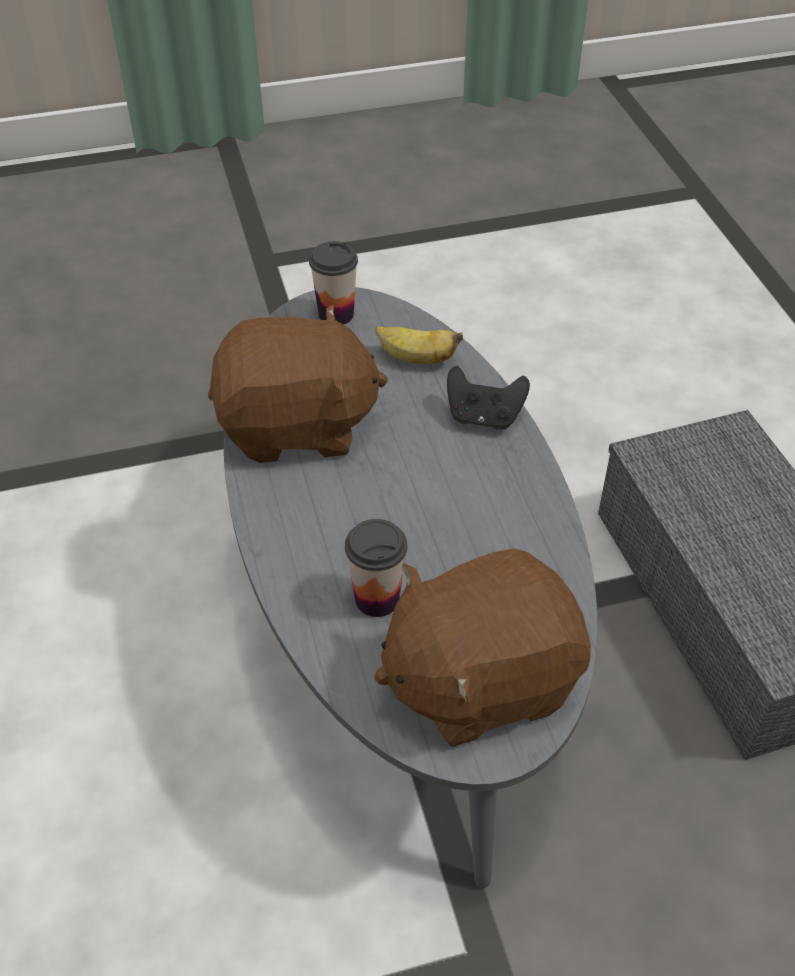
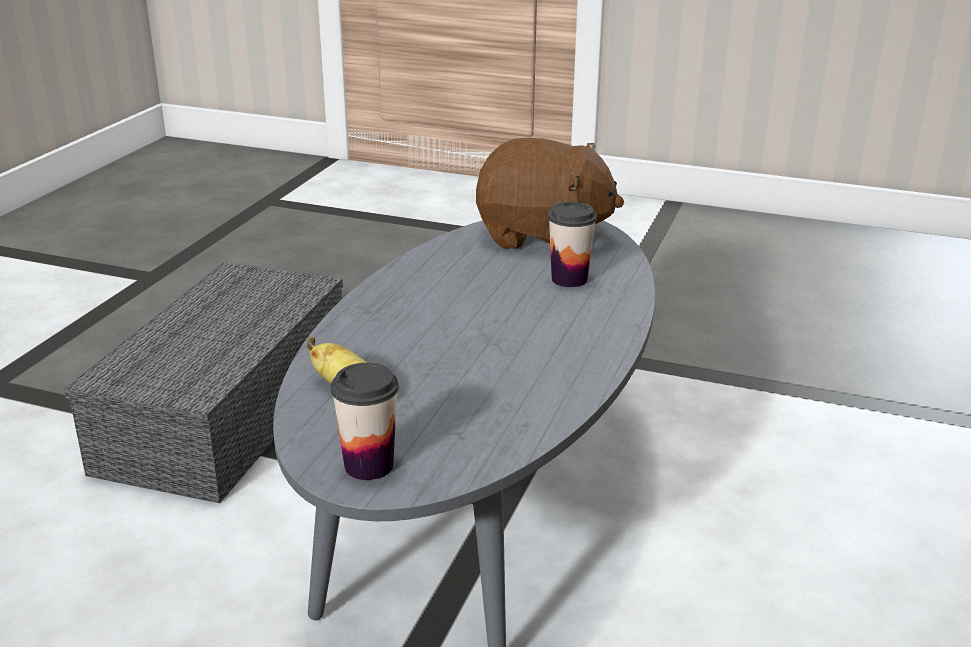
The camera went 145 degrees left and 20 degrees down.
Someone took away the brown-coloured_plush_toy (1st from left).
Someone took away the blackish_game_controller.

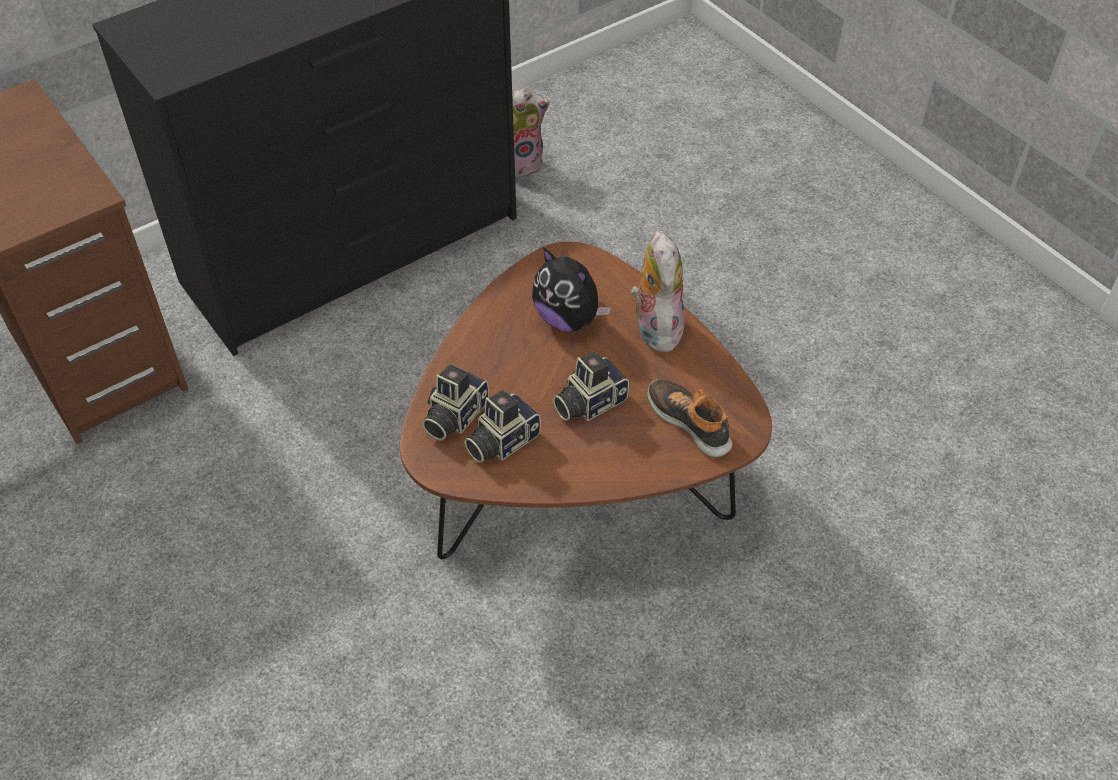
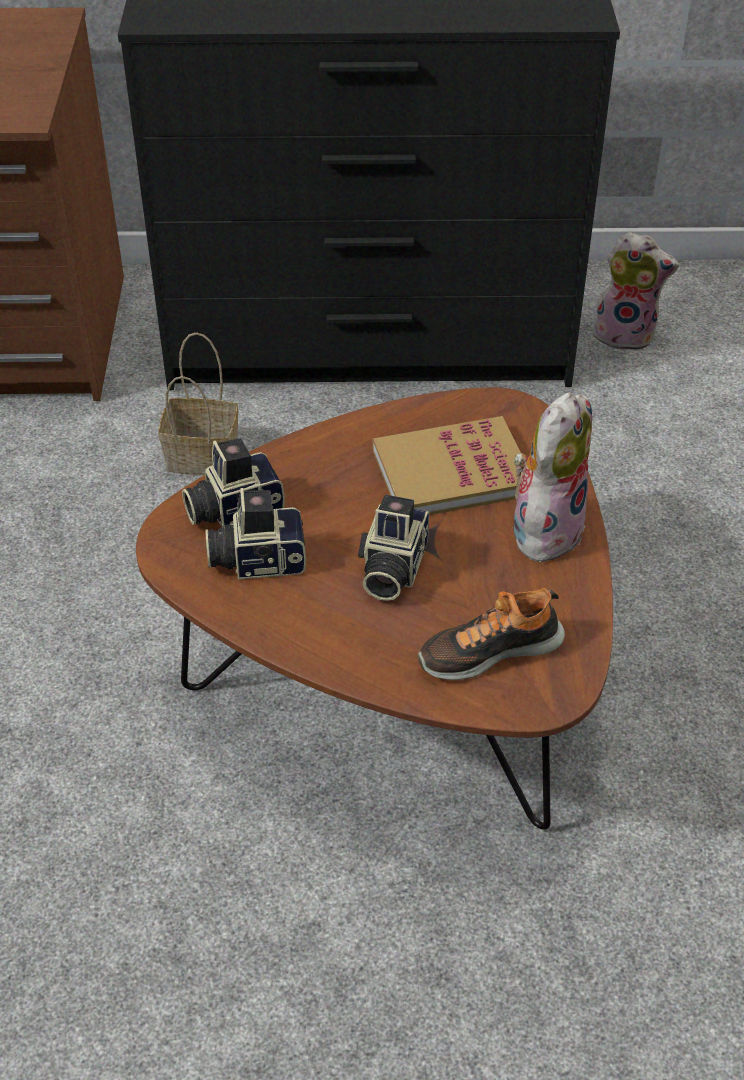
The camera went 35 degrees right and 5 degrees down.
Someone swapped the plush_toy (2nd from left) for the volume.
Someone rotated the photo_camera (3rd from left) by 75 degrees counterclockwise.
Someone rotated the shoe by 105 degrees counterclockwise.
Someone put down the household_basket.

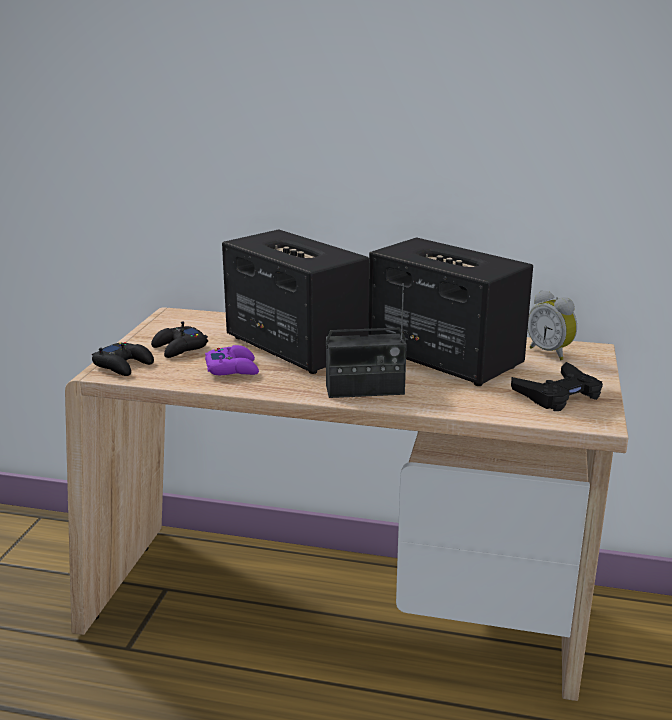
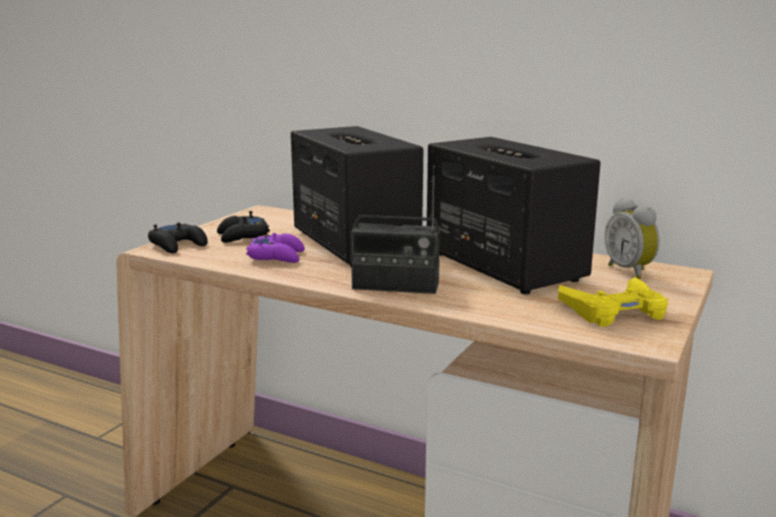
The camera went 15 degrees right and 5 degrees down.
Someone repainted the blackish_game_controller (3rd from left), which became the yellowish_game_controller.

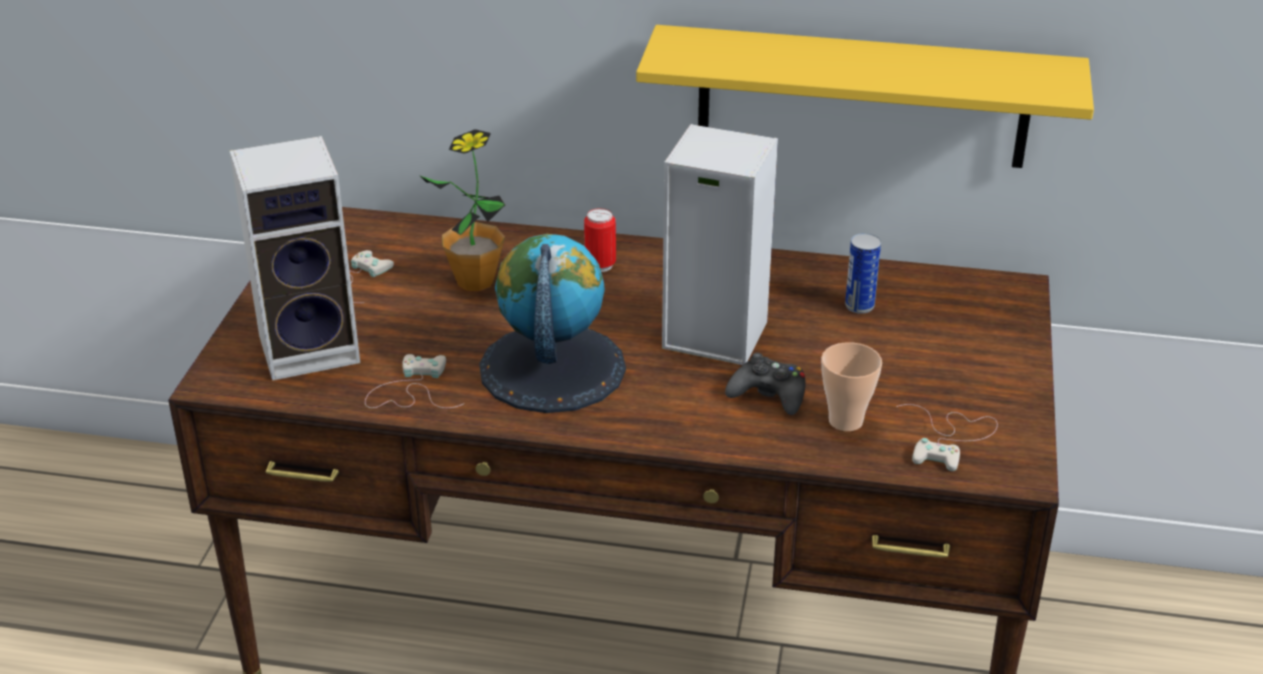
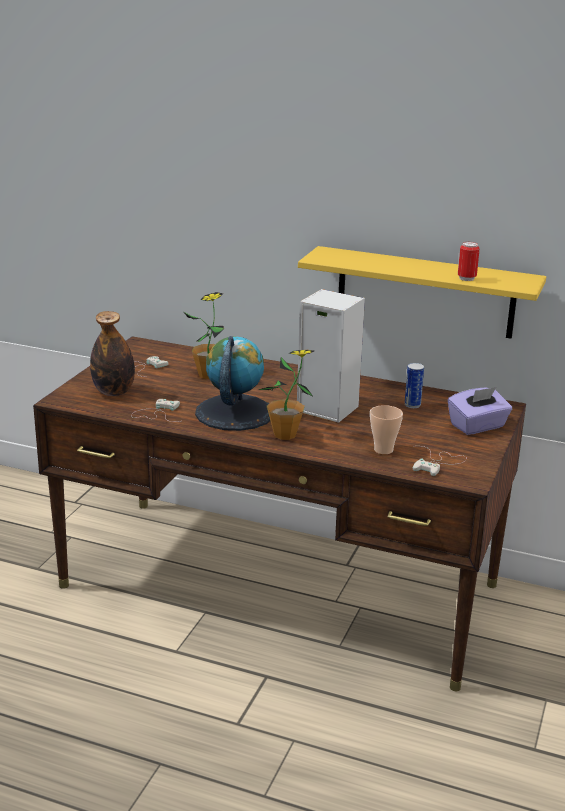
The camera went 10 degrees right and 10 degrees down.
Someone swapped the speaker (1st from left) for the bottle.
Someone carried the sealed_can (1st from left in the first image).
Someone took away the blackish_game_controller.
Someone put down the houseplant (2nd from left).
Someone put down the purplish_tissue_holder.

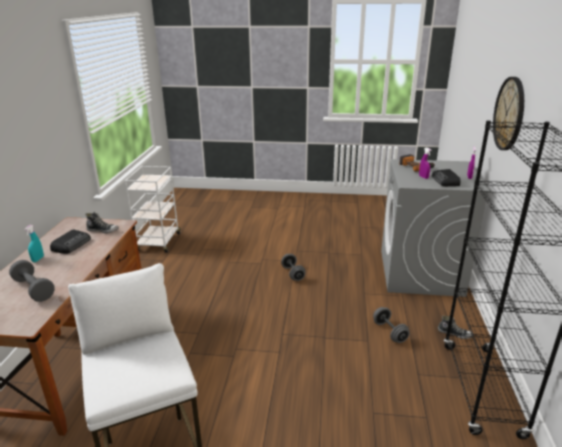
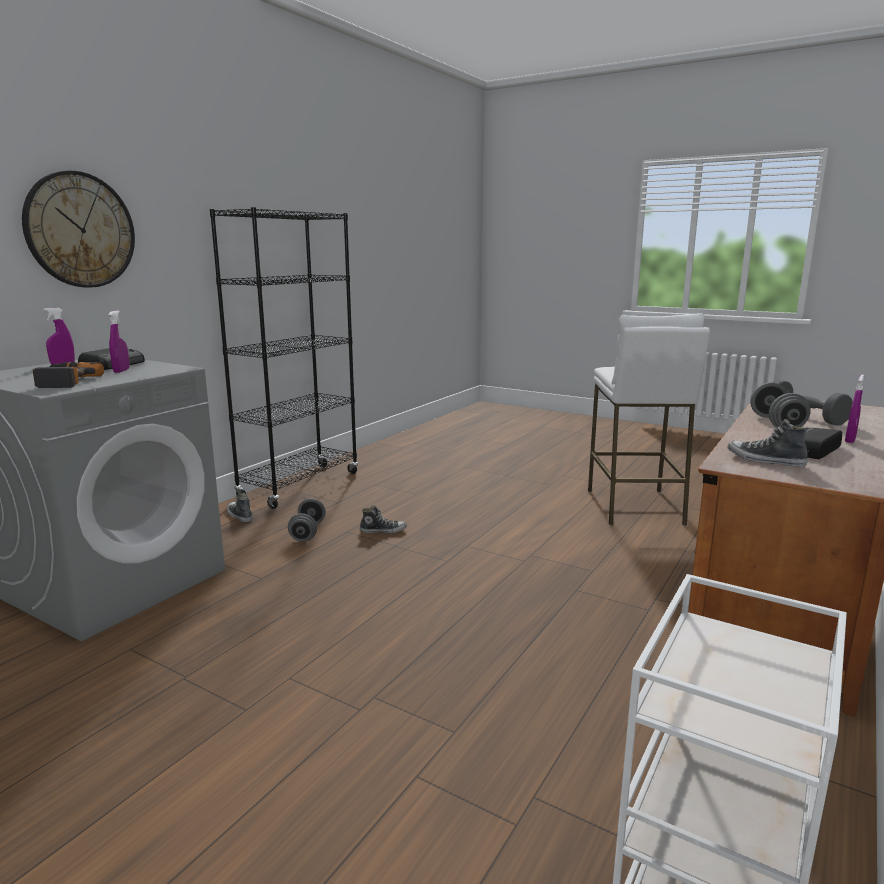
The camera went 155 degrees left and 10 degrees down.
Someone repainted the turquoise_hand_sprayer, which became the purplish_hand_sprayer (3rd from left).
Someone carried the greyish_free_weight (2nd from left).
Someone put down the shoe (2nd from left).

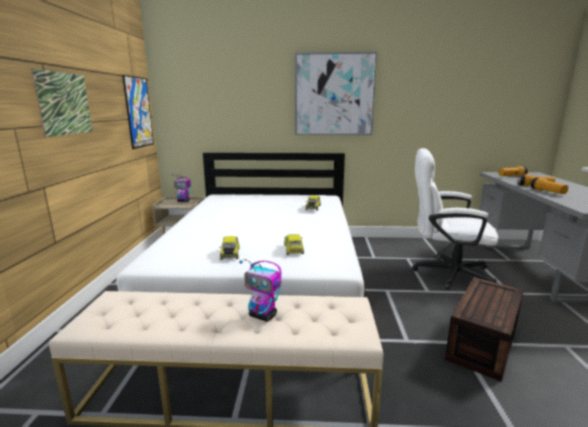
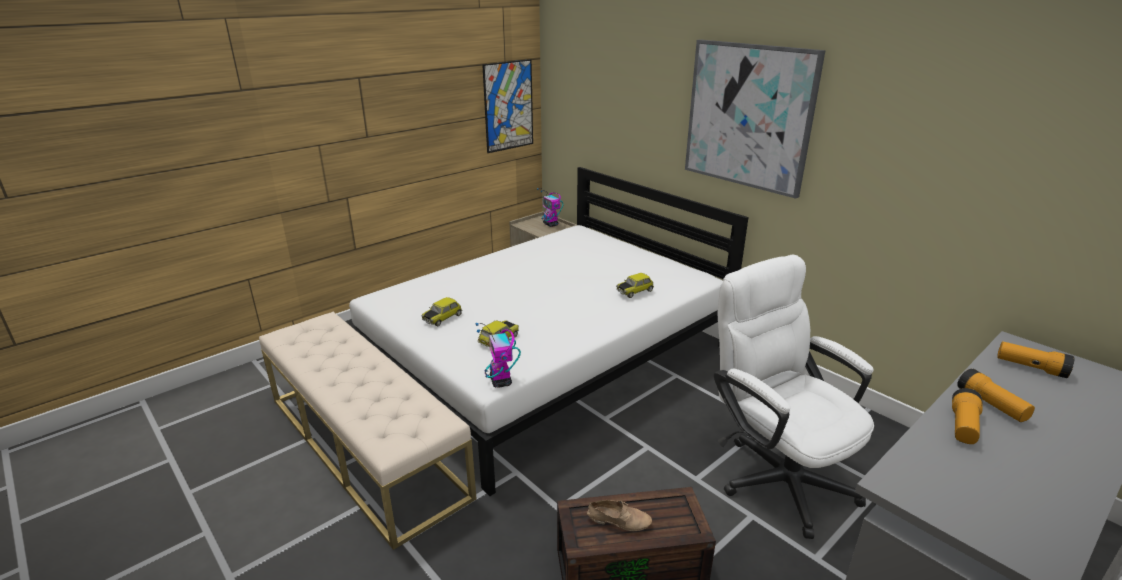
The camera went 45 degrees right and 10 degrees up.
Someone took away the picture (1st from left).
Someone carried the model_robot (2nd from left in the first image).
Someone put down the beige_shoe.

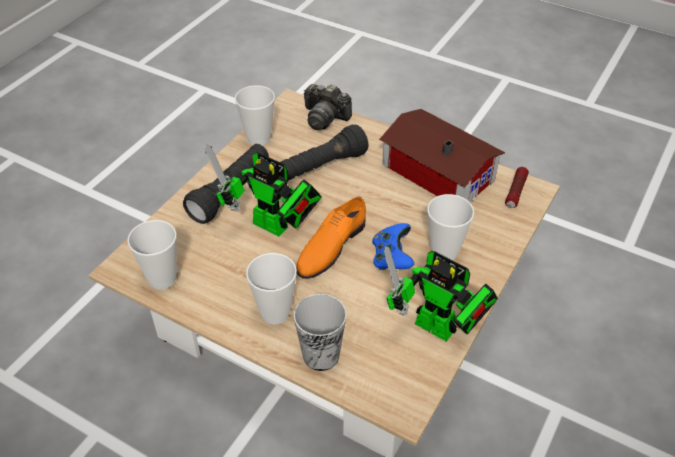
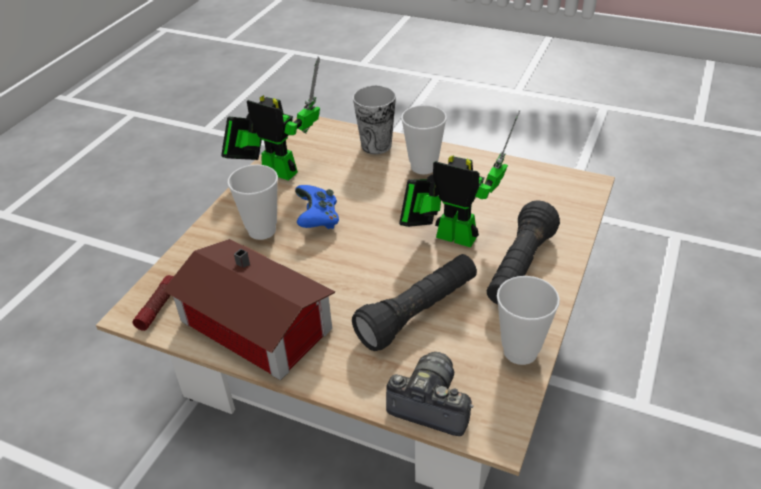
The camera went 175 degrees right and 5 degrees down.
Someone took away the drinking_cup (1st from left).
Someone took away the orange_shoe.

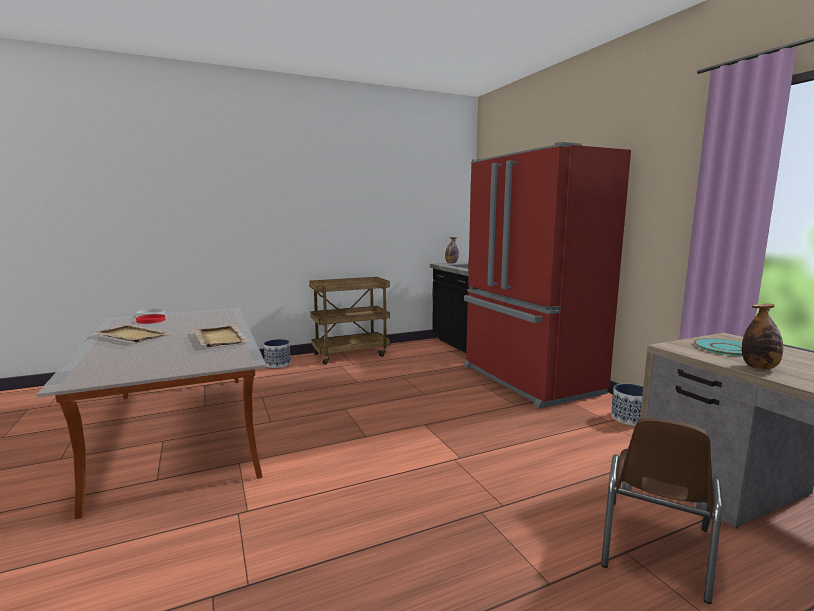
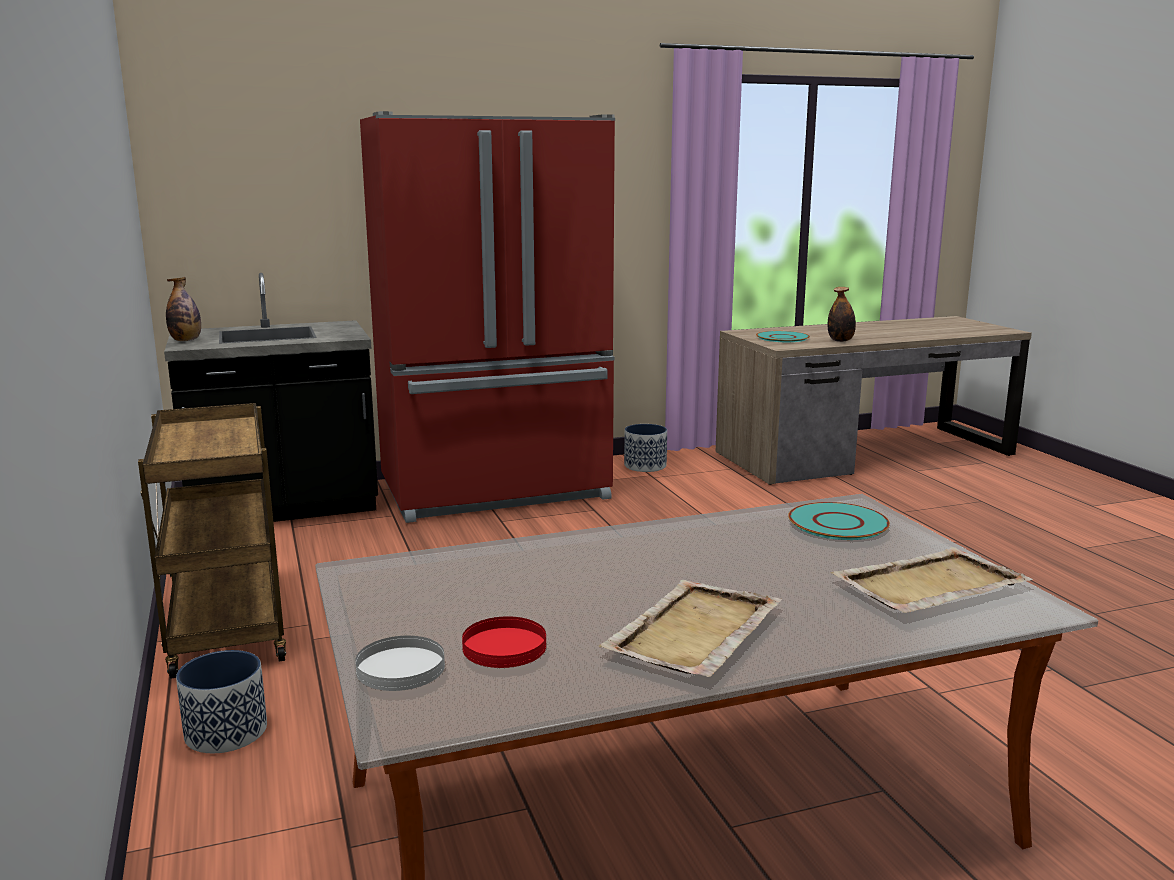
The camera went 85 degrees left and 5 degrees up.
Someone carried the beige_serving_tray (2nd from left).
Someone took away the brown-coloured_plain_chair.
Someone put down the turquoise_dinner_plate (2nd from left).

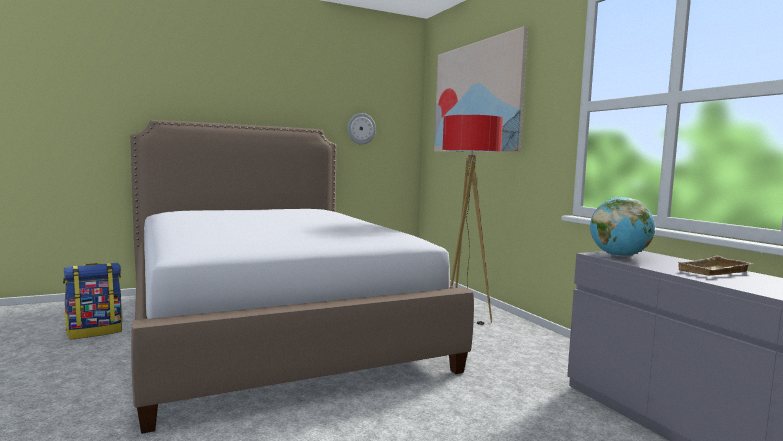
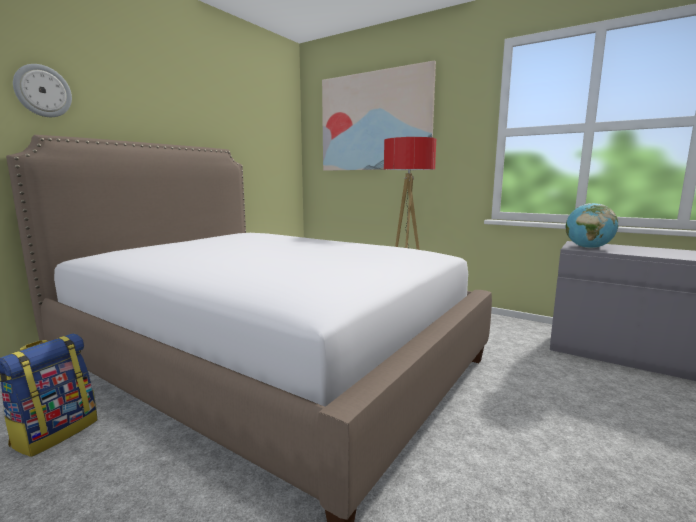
The camera went 30 degrees left and 5 degrees up.
Someone carried the clock_on_the_wall.
Someone took away the beige_serving_tray.

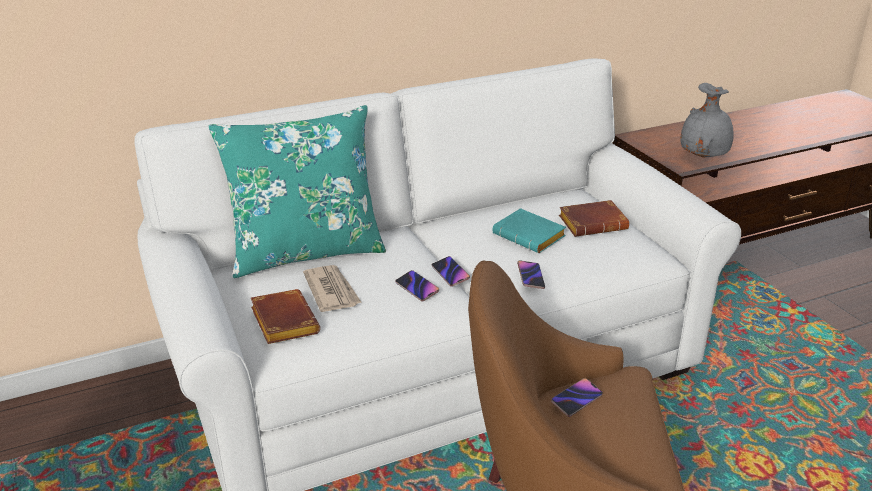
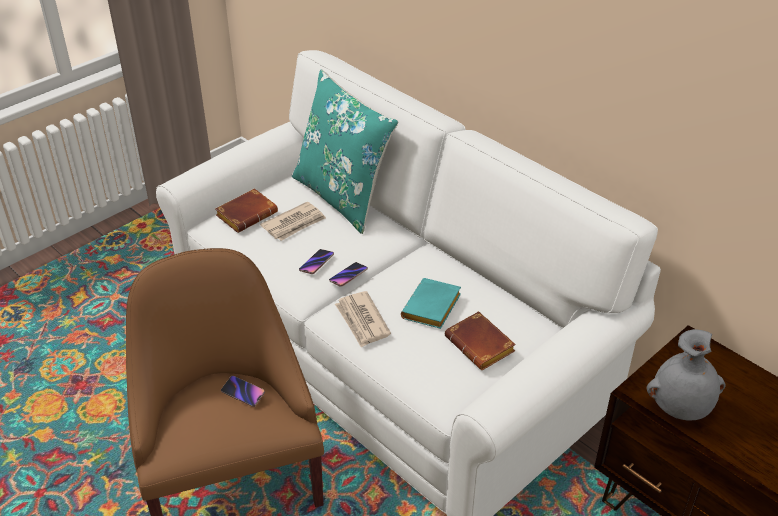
The camera went 70 degrees right and 10 degrees up.
Someone swapped the handset (3rd from left) for the printed_paper (2nd from left).

